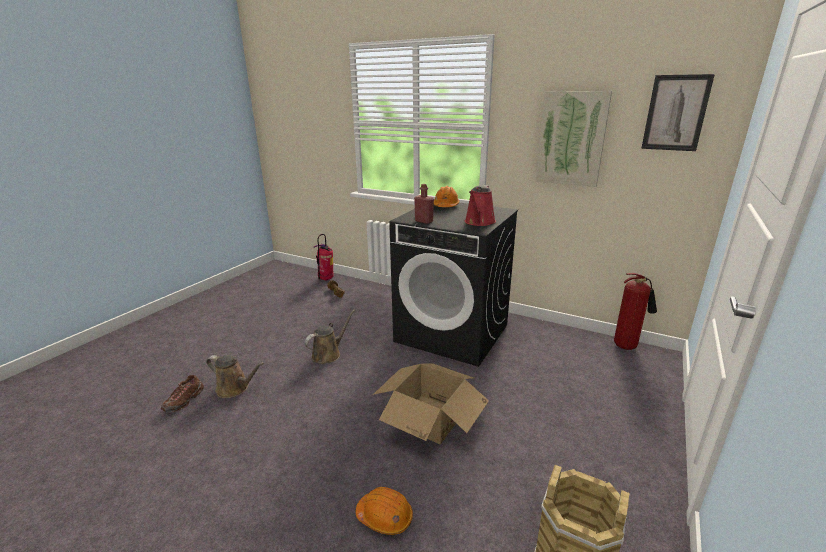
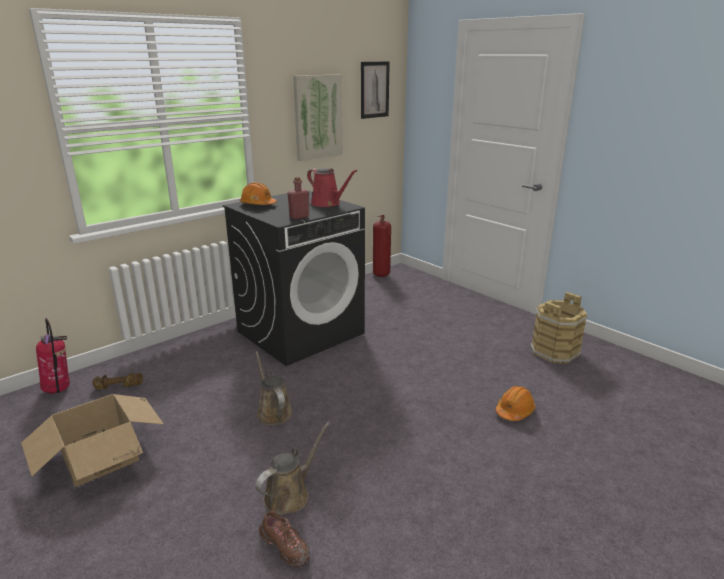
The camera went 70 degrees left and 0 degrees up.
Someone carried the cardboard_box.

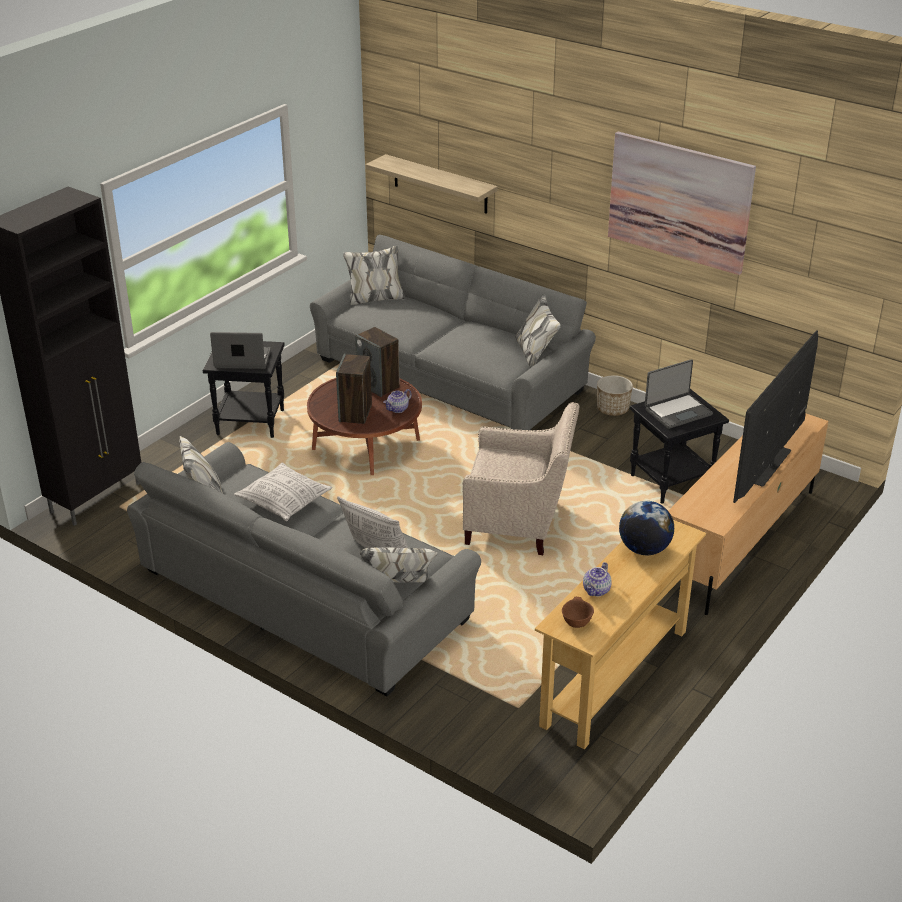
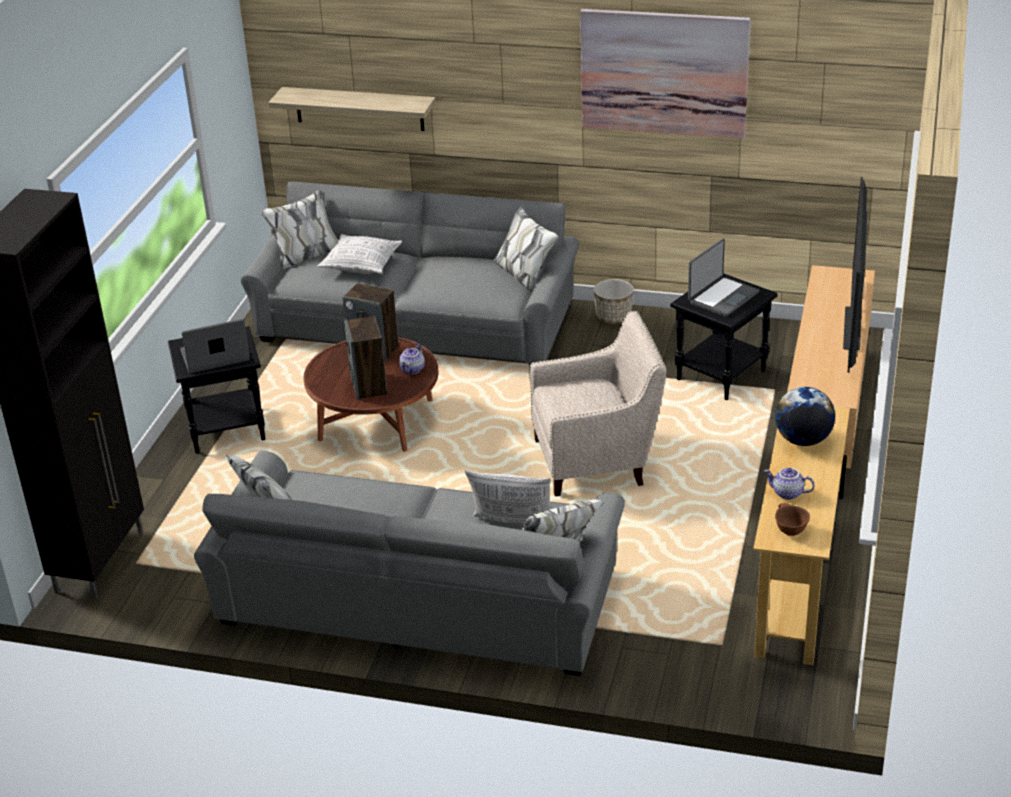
The camera went 20 degrees left and 0 degrees up.
Someone carried the cushion (1st from left).
Someone rotated the tea_pot (2nd from left) by 105 degrees clockwise.

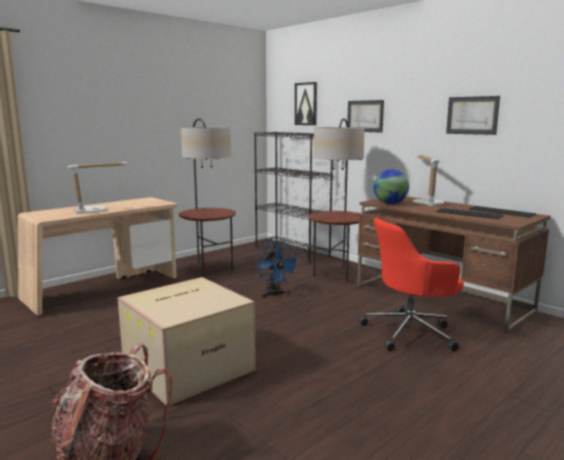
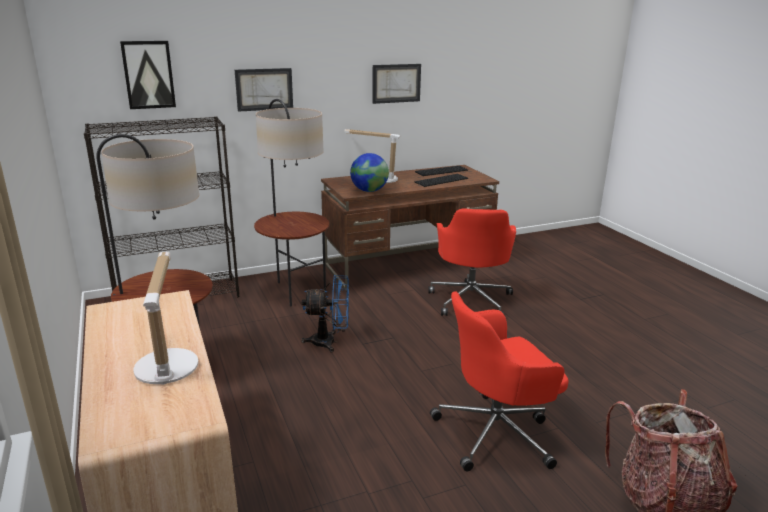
The camera went 70 degrees left and 10 degrees up.
Someone swapped the cardboard_box for the reddish_desk_chair (2nd from left).

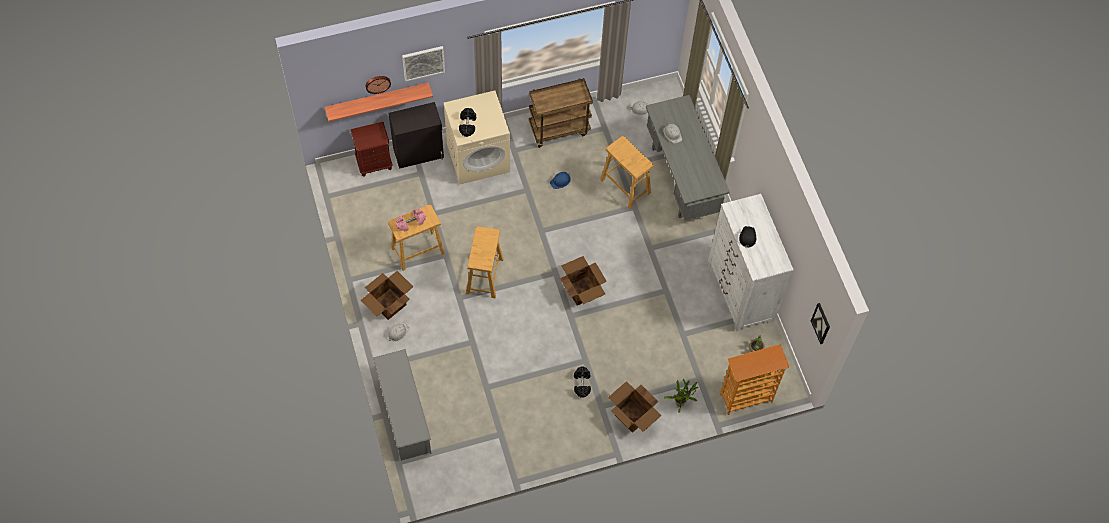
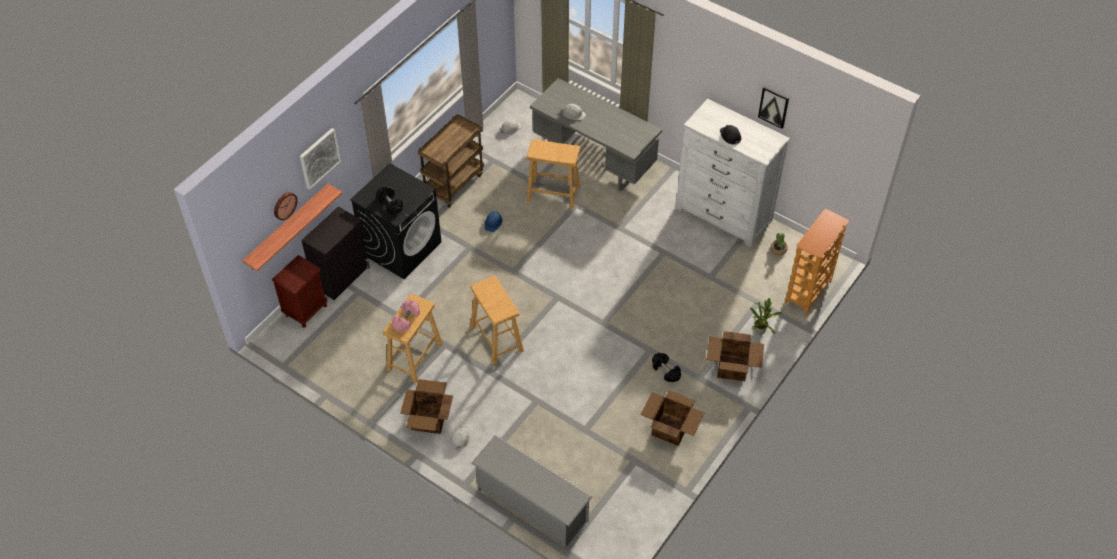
The camera went 35 degrees left and 10 degrees down.
Someone repainted the beige_washing_machine, which became the blackish_washing_machine.
Someone carried the cardboard_box (2nd from left).
Someone carried the picture (2nd from left).

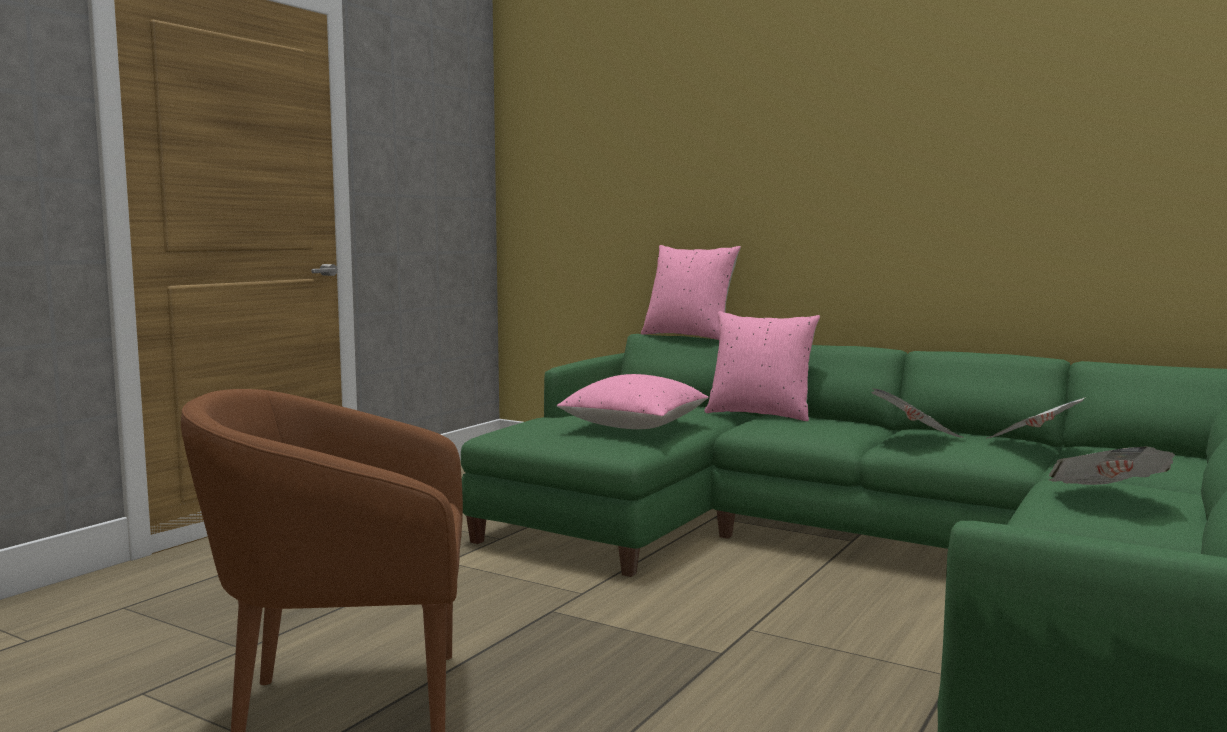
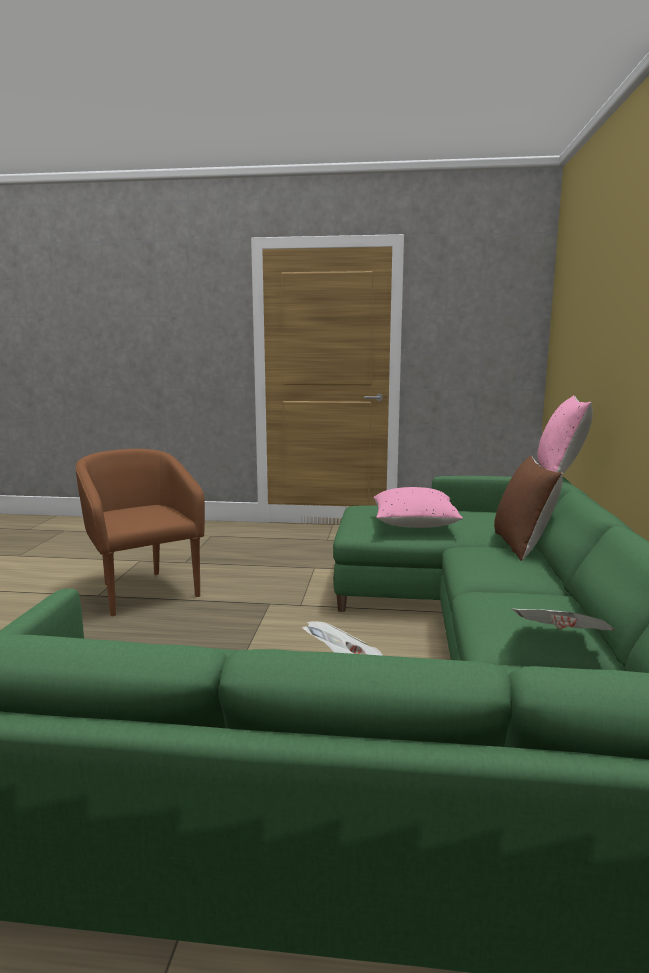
The camera went 65 degrees right and 5 degrees up.
Someone repainted the pinkish_cushion (3rd from left), which became the brown-coloured_cushion.
Someone took away the printed_paper (1st from left).

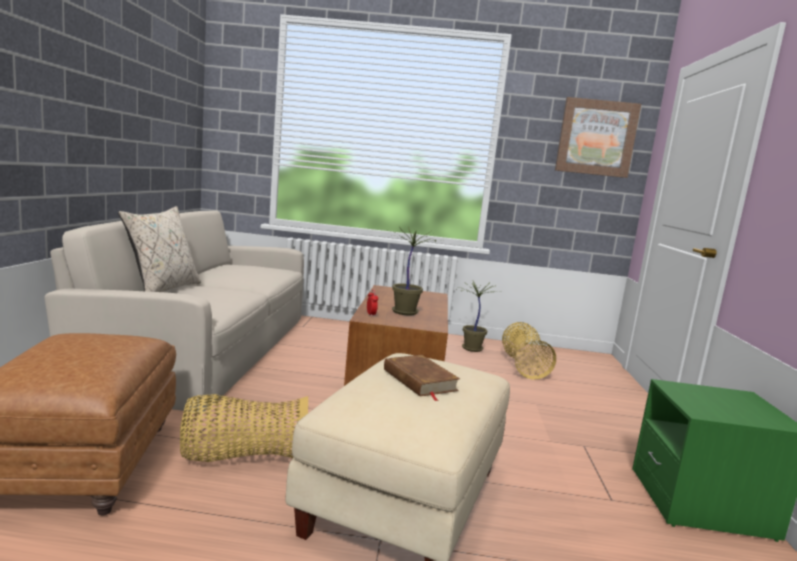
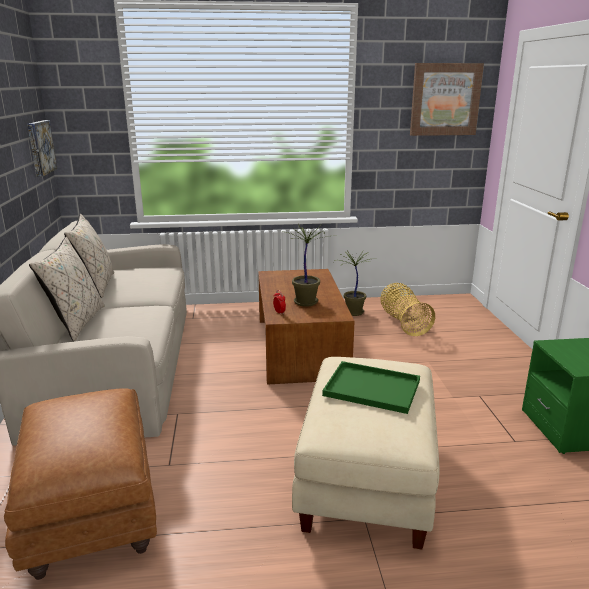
The camera went 10 degrees left and 10 degrees up.
Someone took away the household_basket (1st from left).
Someone swapped the brown-coloured_volume for the green_serving_tray.
Someone put up the picture (1st from left).
Someone put down the beige_cushion (2nd from left).

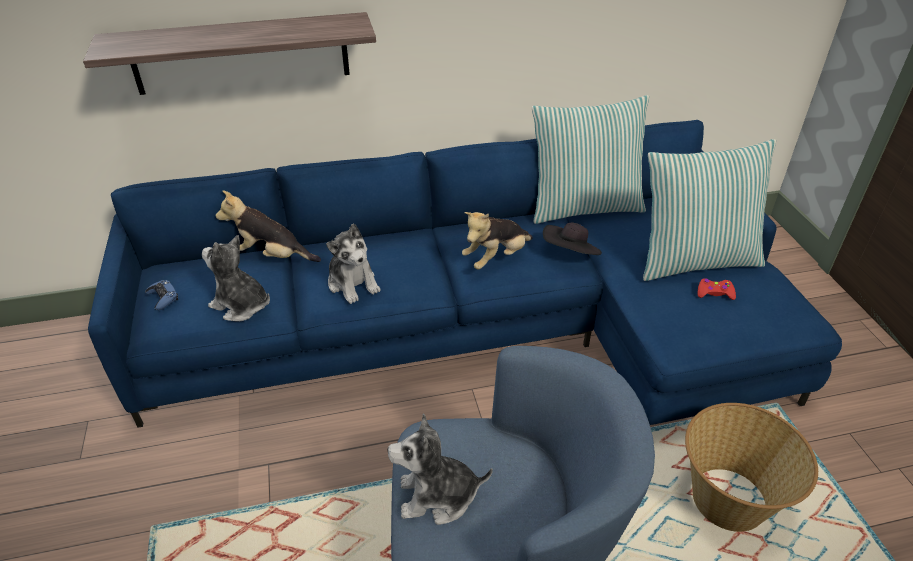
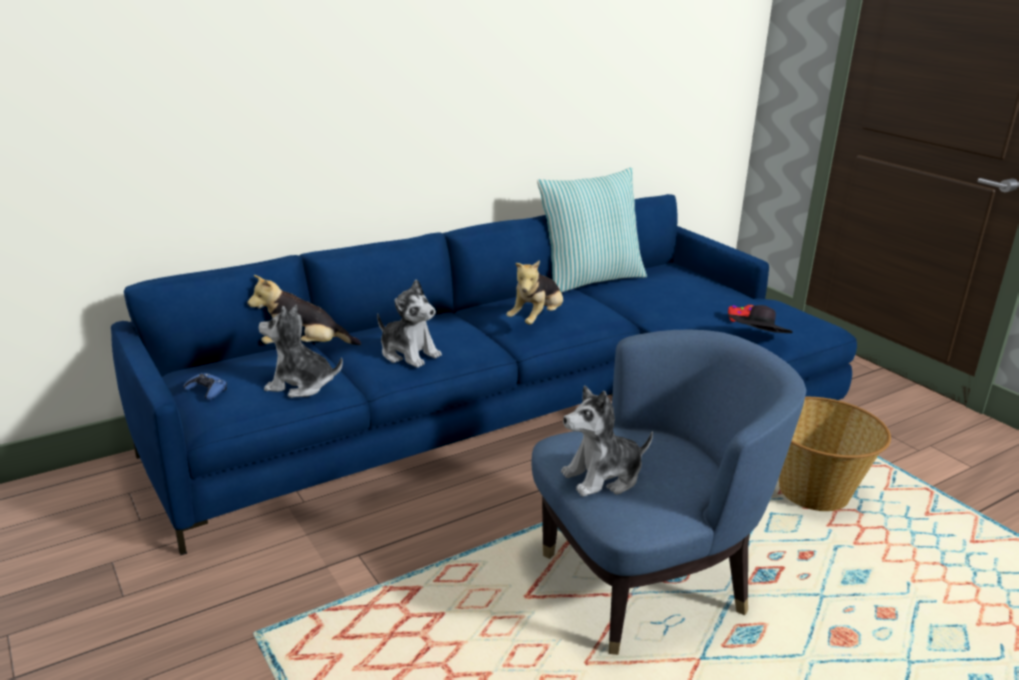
The camera went 20 degrees left and 15 degrees down.
Someone took away the bracket_shelf.
Someone carried the blackish_clothing_hat.
Someone took away the cushion (2nd from left).

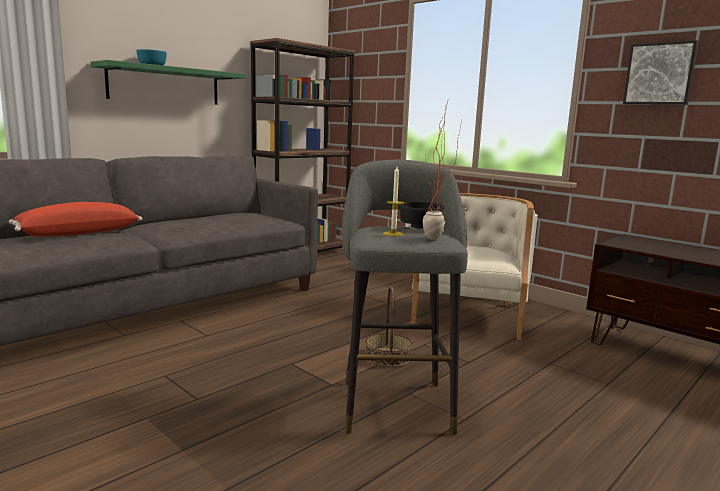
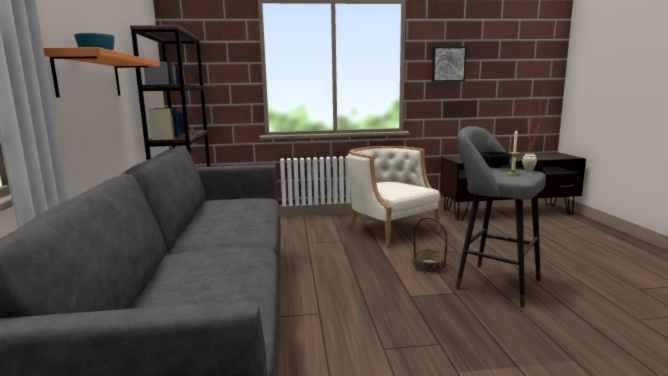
The camera went 50 degrees left and 0 degrees up.
Someone took away the reddish_cushion.
Someone repainted the green_bracket_shelf, which became the orange_bracket_shelf.

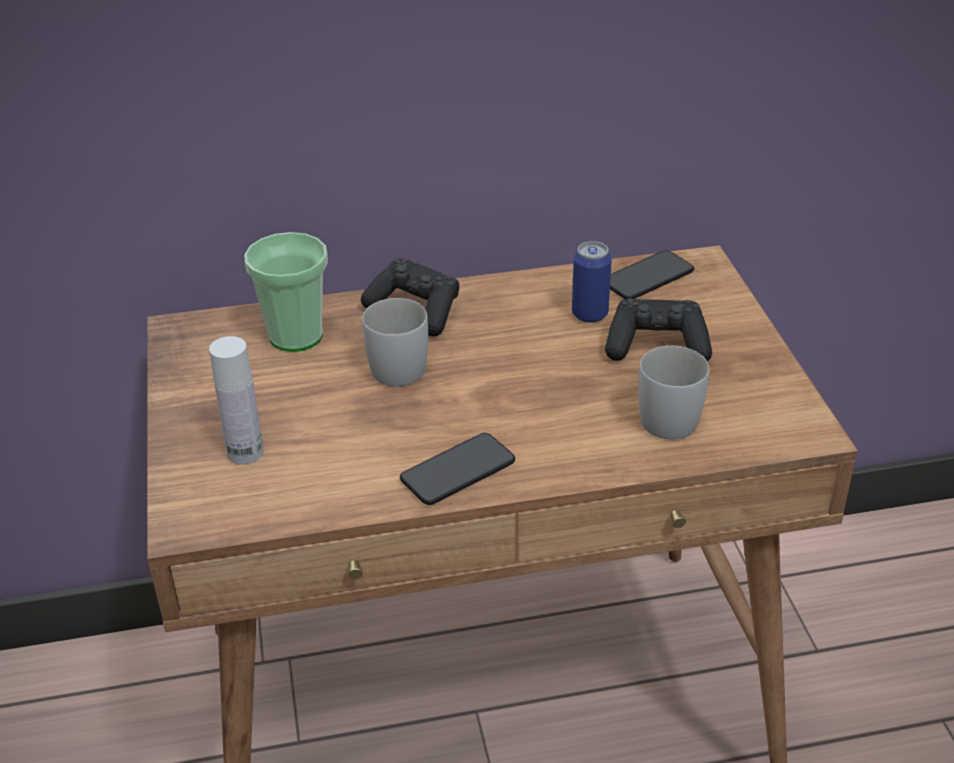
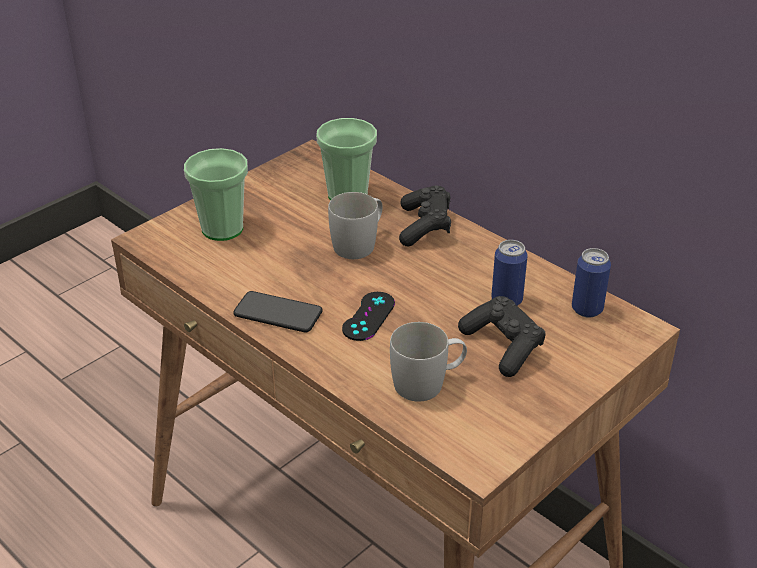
The camera went 55 degrees right and 0 degrees up.
Someone swapped the white-coloured_bottle for the drinking_cup (1st from left).
Someone swapped the handset (2nd from left) for the sealed_can (2nd from left).
Someone put down the blackish_game_controller (1st from left).

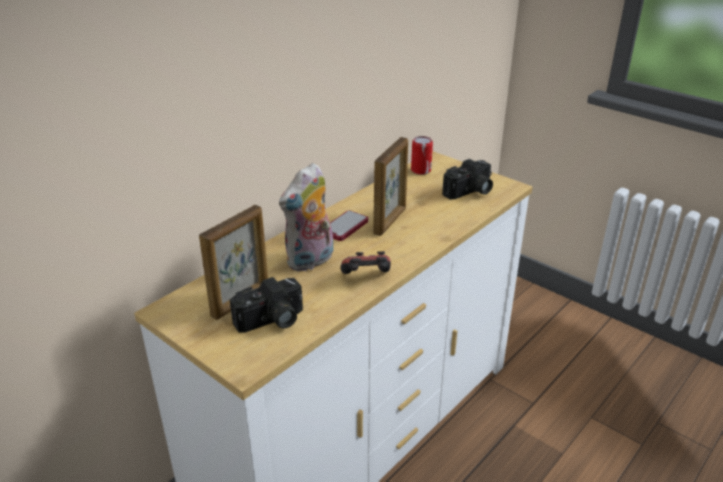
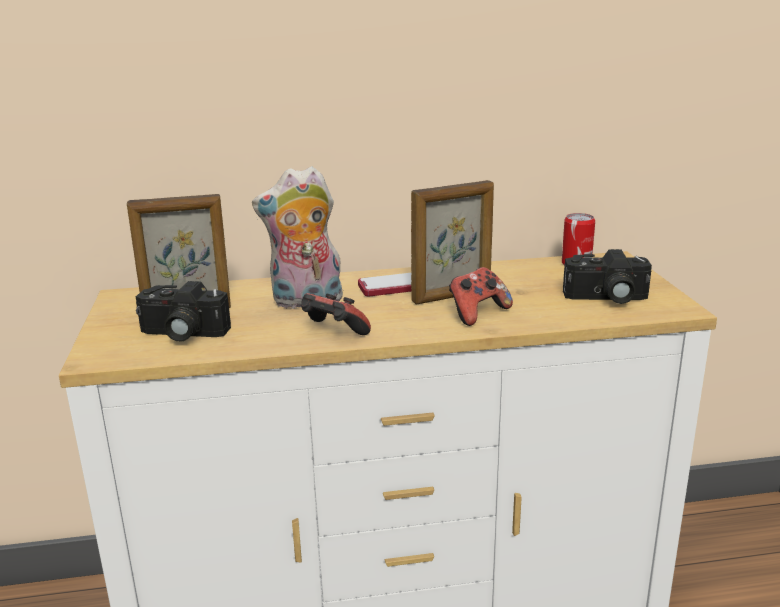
The camera went 40 degrees right and 10 degrees down.
Someone put down the game_controller (2nd from left).

